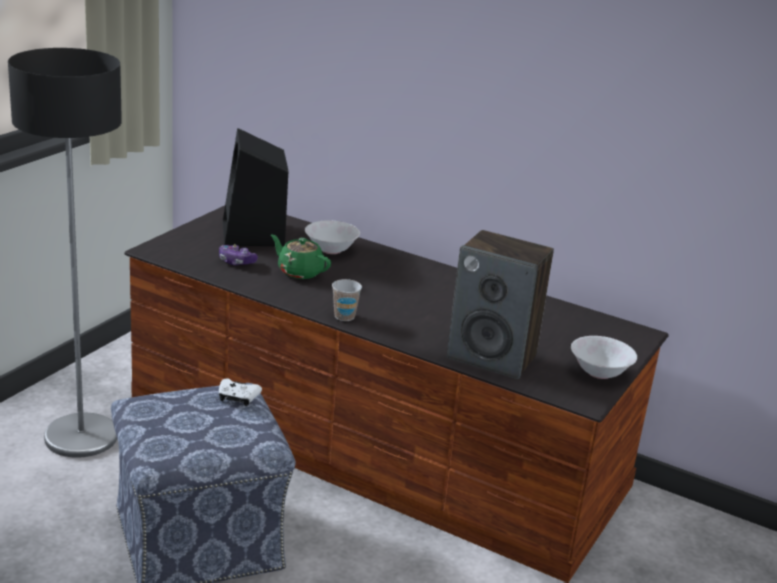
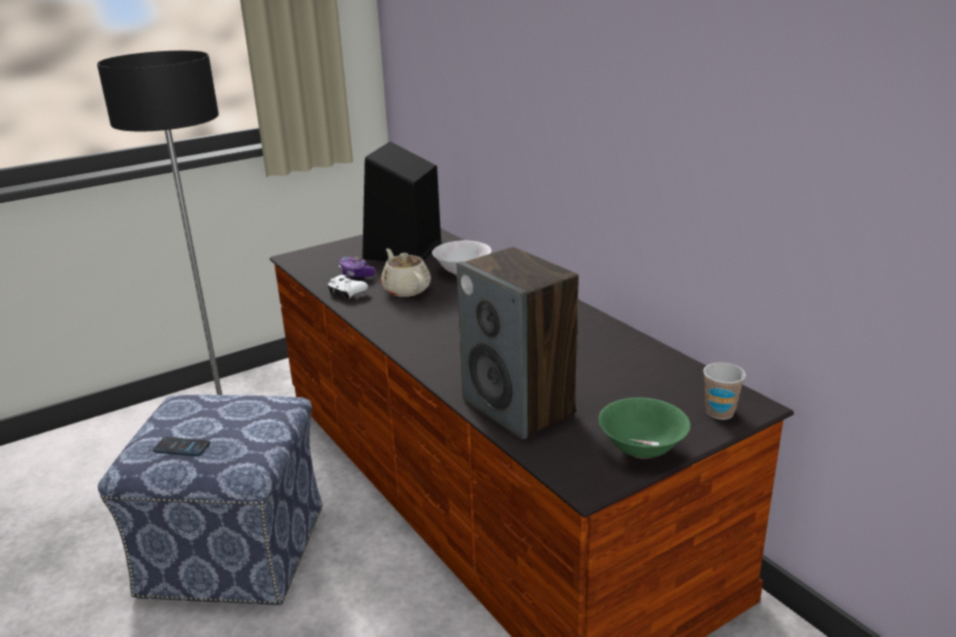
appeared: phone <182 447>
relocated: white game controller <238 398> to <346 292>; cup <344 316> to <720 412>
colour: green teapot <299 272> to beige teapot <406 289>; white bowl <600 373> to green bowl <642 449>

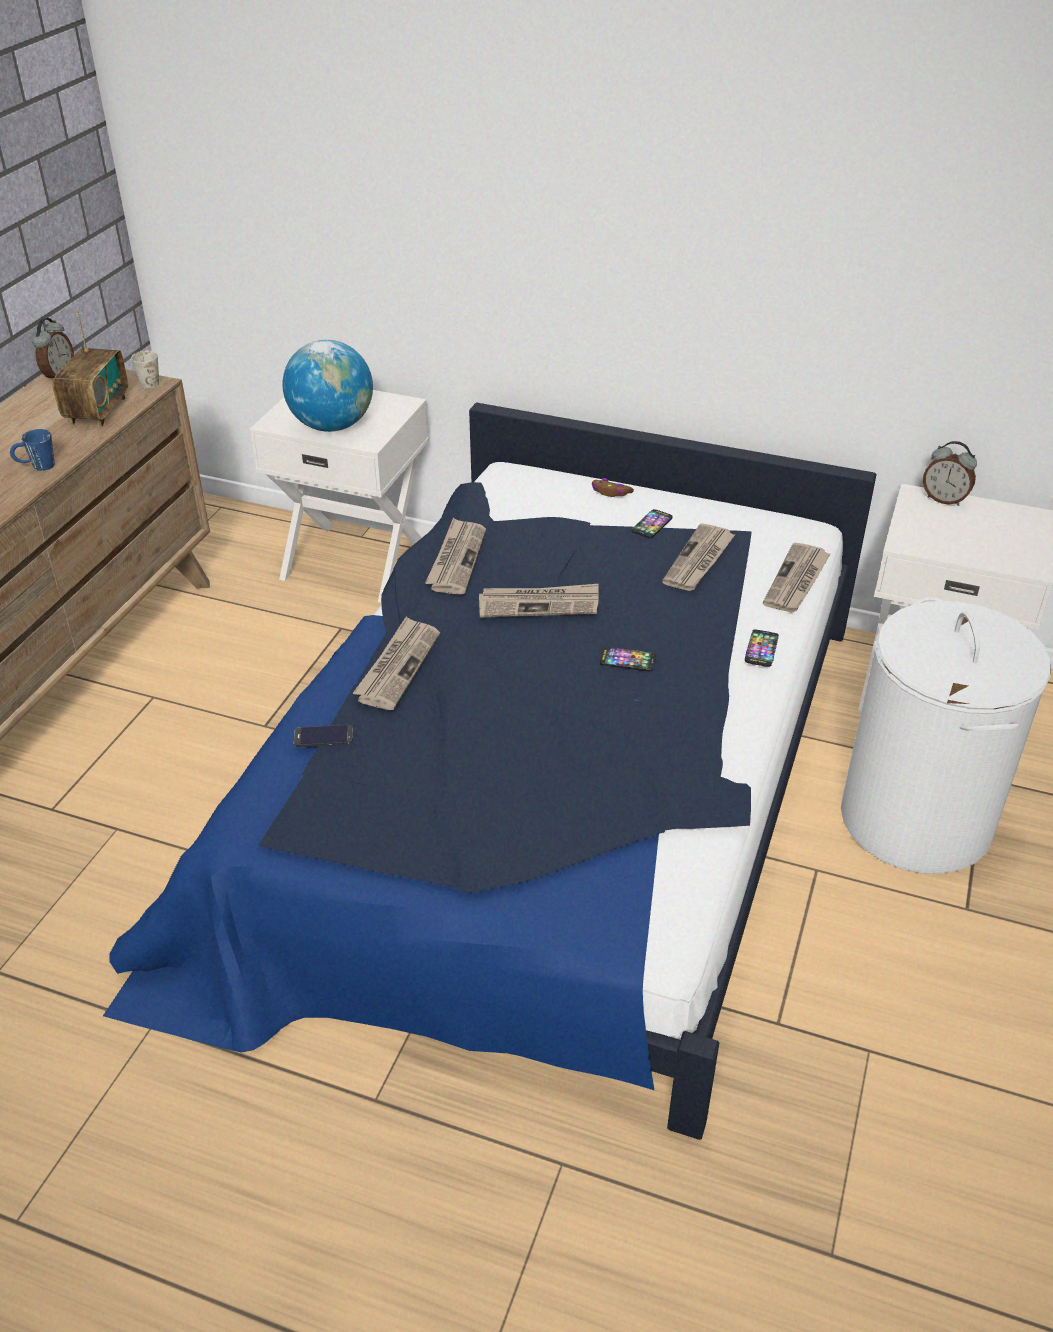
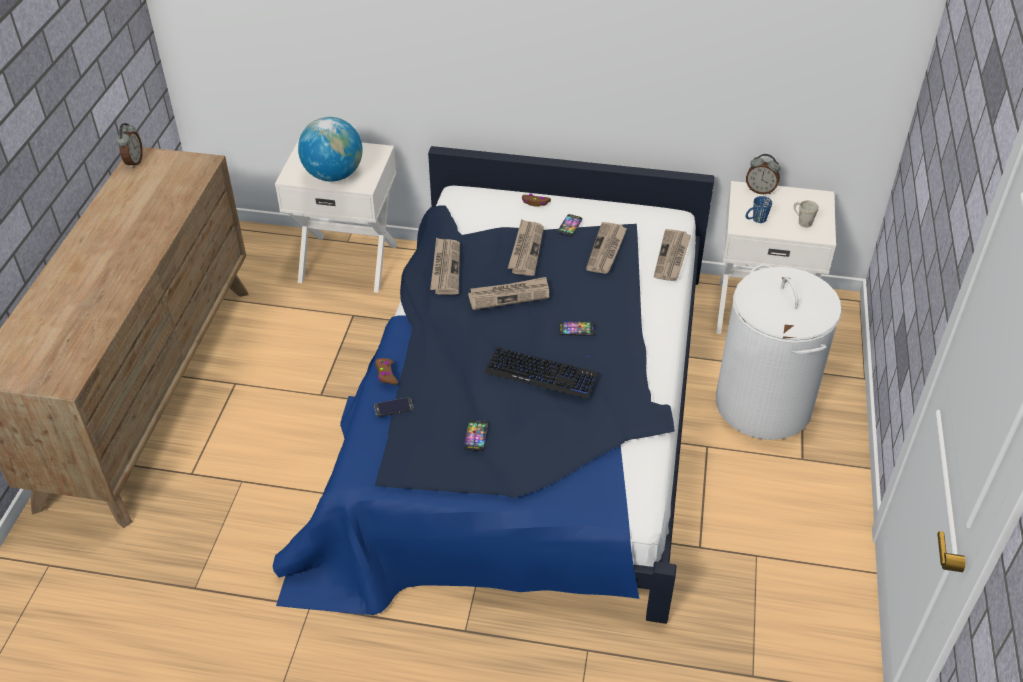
missing: radio <97 411>
appeared: brown game controller <386 374>; keyboard <541 374>
relocated: phone <761 649> to <476 436>; newspaper <397 666> to <526 249>; blue mug <36 466> to <755 220>; white mug <148 381> to <801 221>

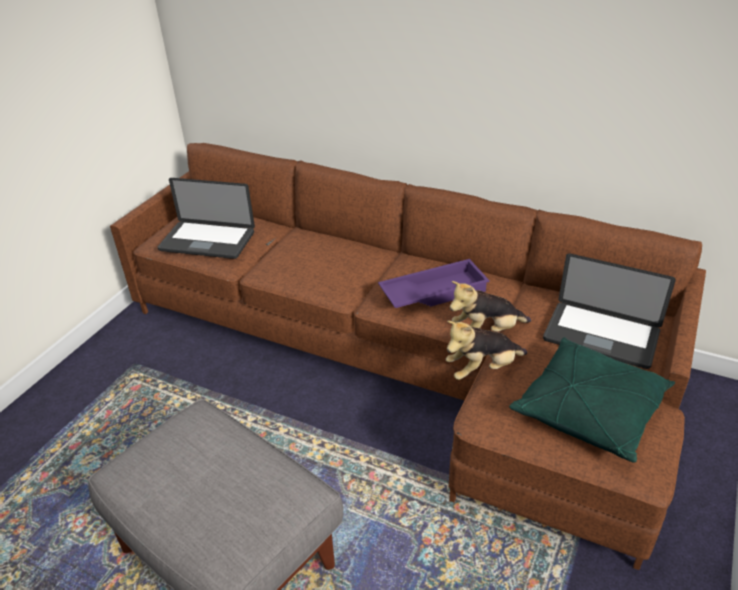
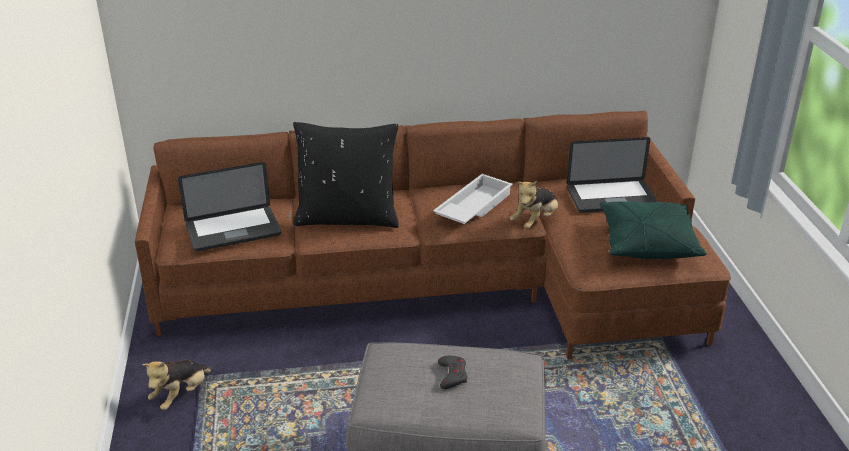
appeared: black pillow <348 217>; grey game controller <452 375>
relocated: plush toy <482 369> to <181 395>
colour: purple tray <433 291> to white tray <472 206>

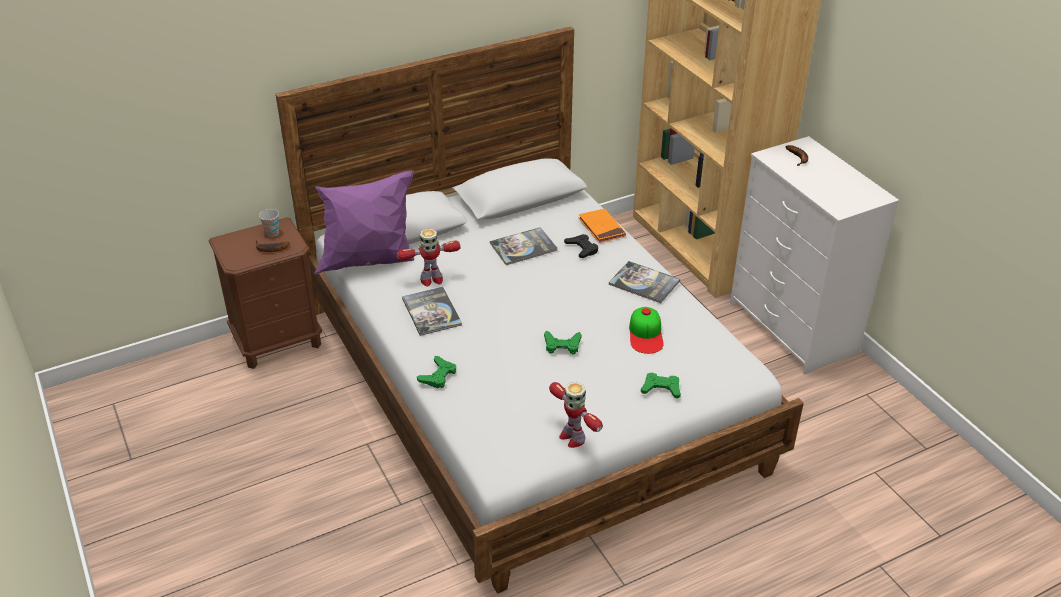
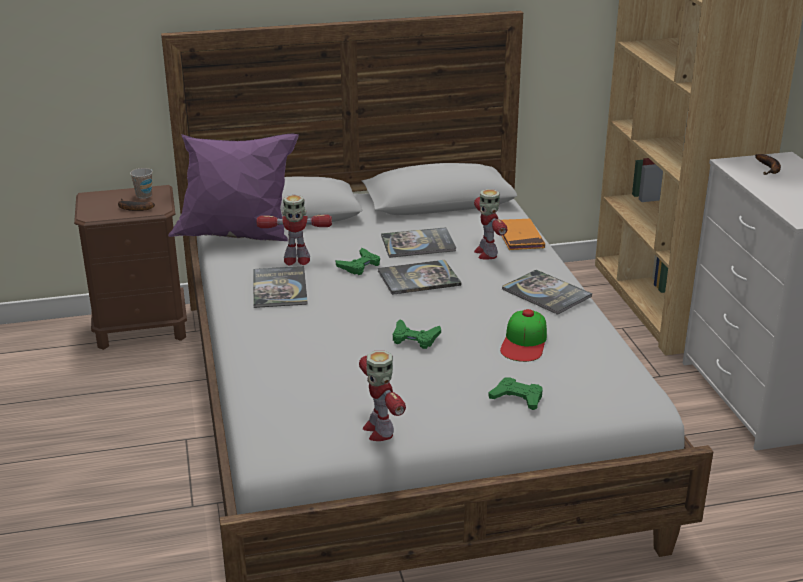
appeared: book <418 278>
relocated: green game controller <438 376> to <359 266>
exchanged: black game controller <582 249> to toy robot <486 253>

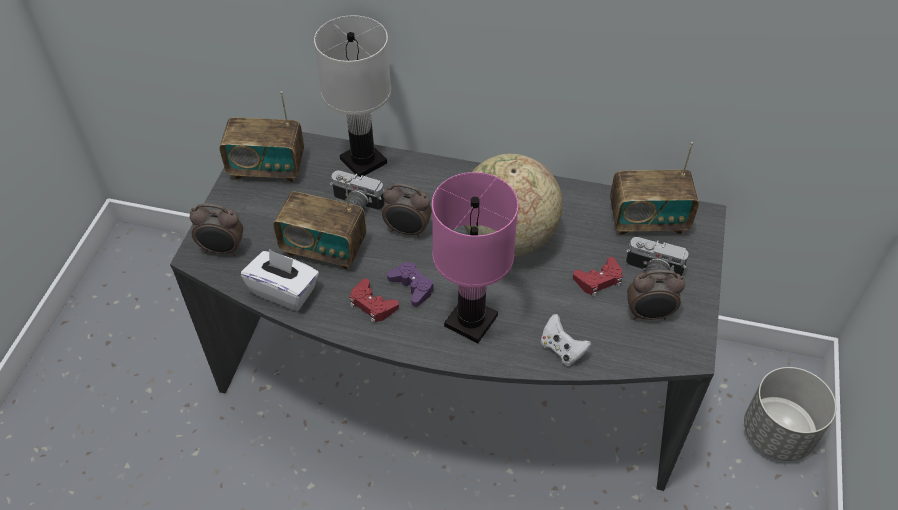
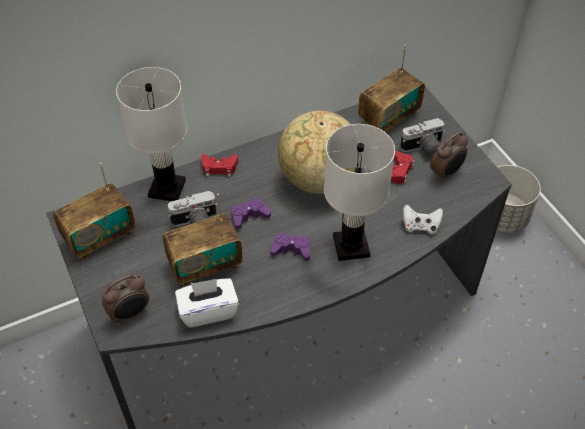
relocated: red game controller <372 305> to <219 168>
exchanged: alarm clock <407 231> to purple game controller <249 216>
colour: pink table lamp <470 320> to white table lamp <350 246>

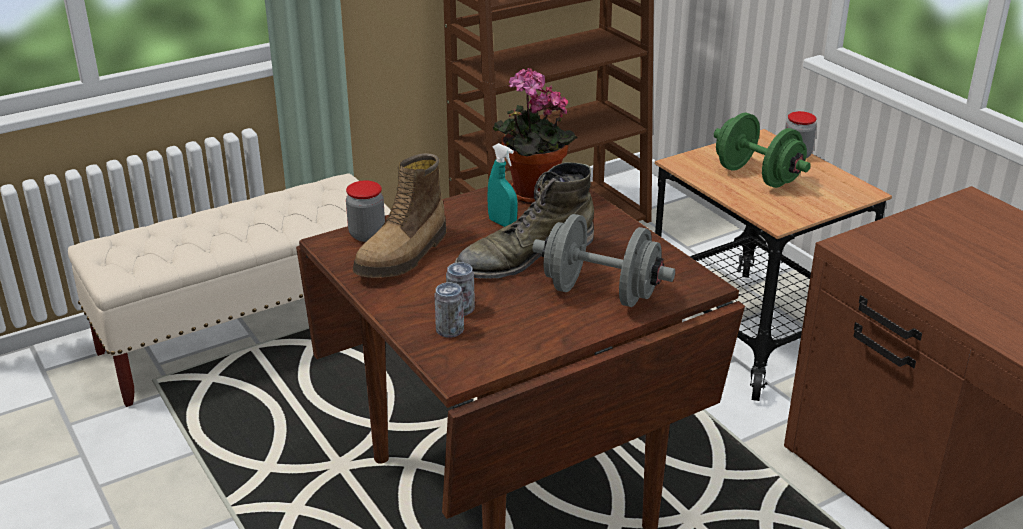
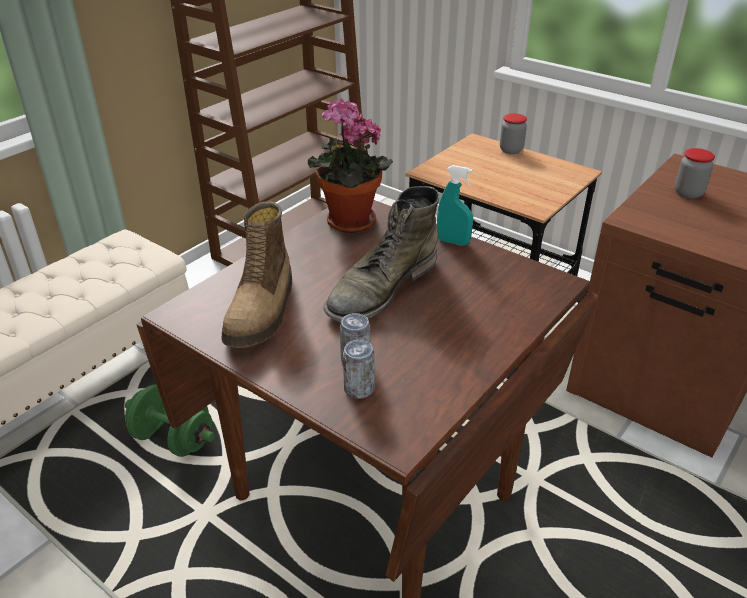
missing: grey dumbbell <601 293>
relocated: green dumbbell <757 176> to <173 439>; turquoise spray bottle <502 223> to <453 242>; jar <367 235> to <688 193>

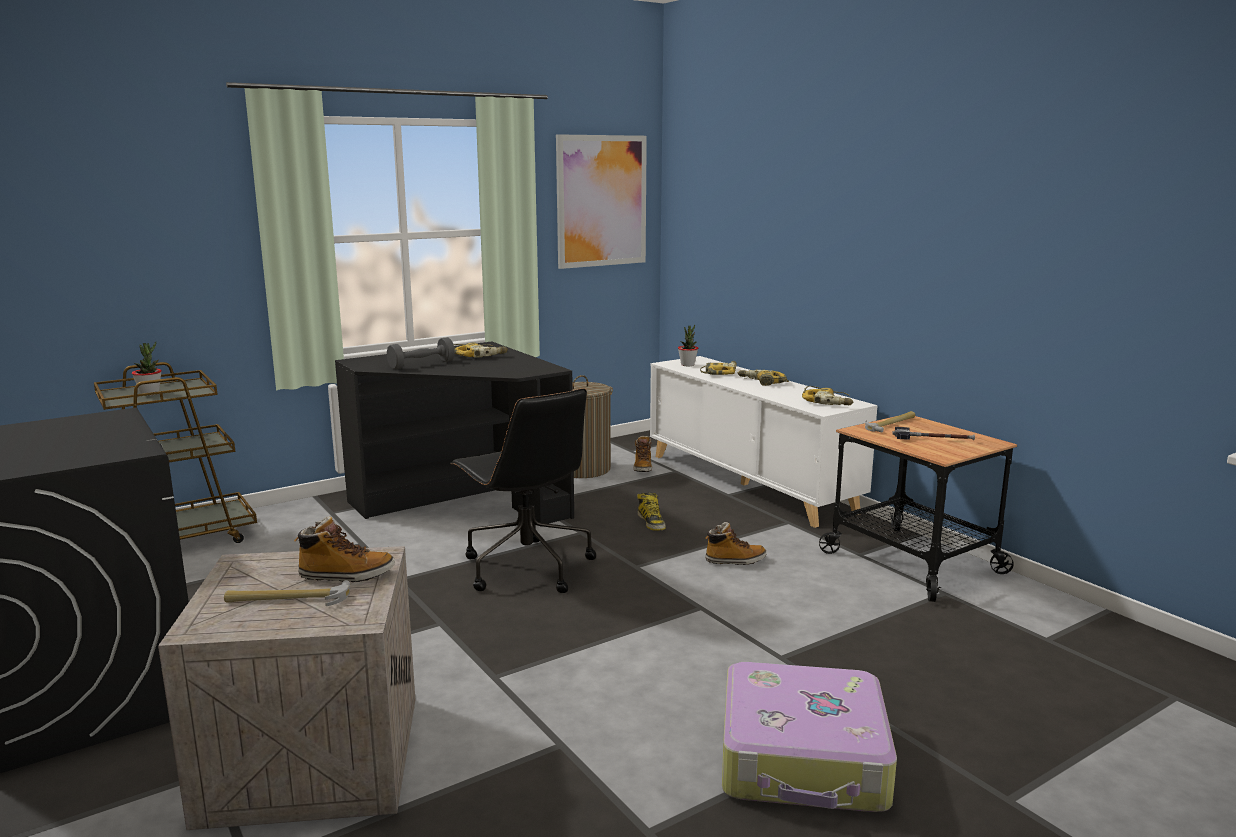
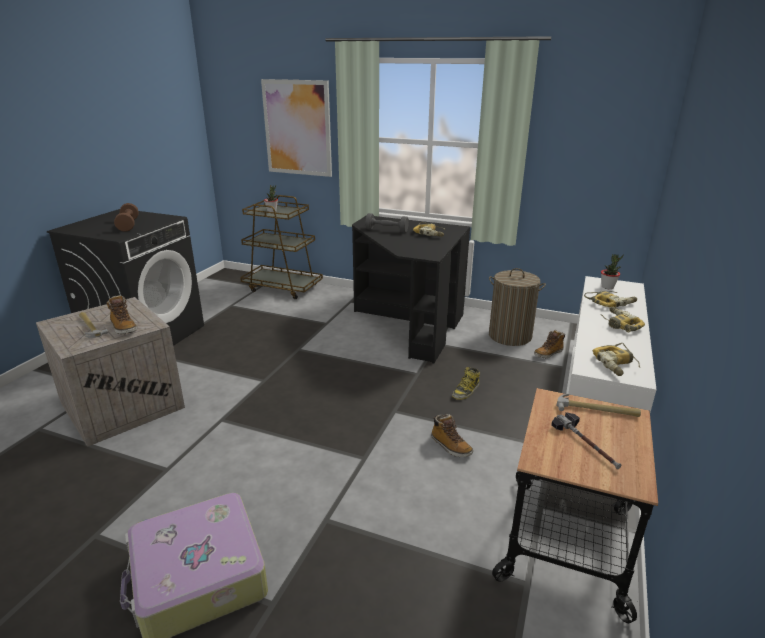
missing: black office chair <526 567>
appeared: brown dumbbell <128 225>
relocated: picture <601 201> to <297 128>

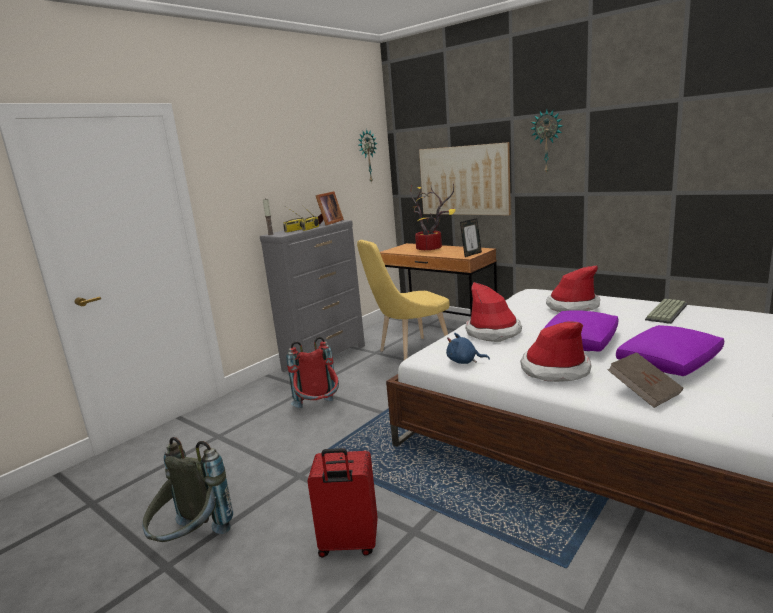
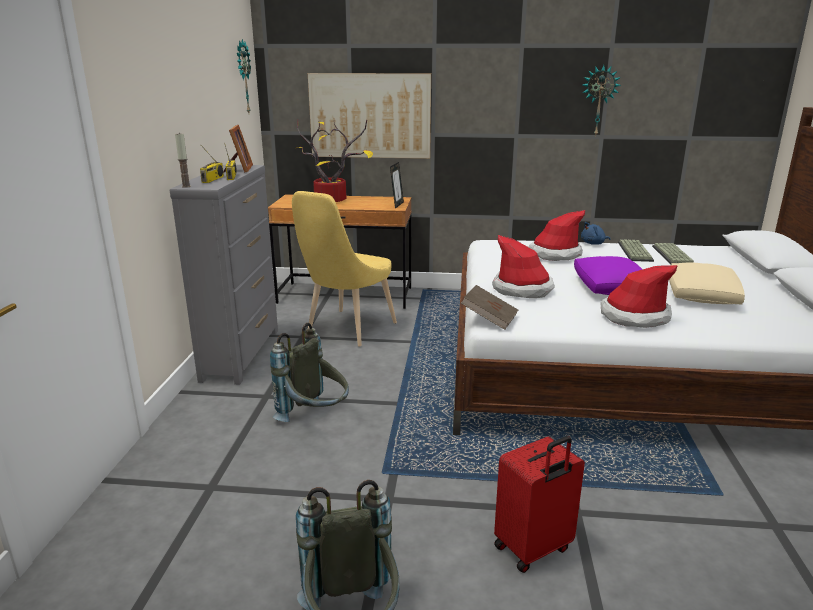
appeared: keyboard <674 256>
relocated: brown book <644 392> to <489 319>; blue plush toy <464 361> to <594 243>; wall clock <547 141> to <599 101>
colour: red backpack <319 410> to grey backpack <315 418>; purple pillow <668 363> to beige pillow <702 296>

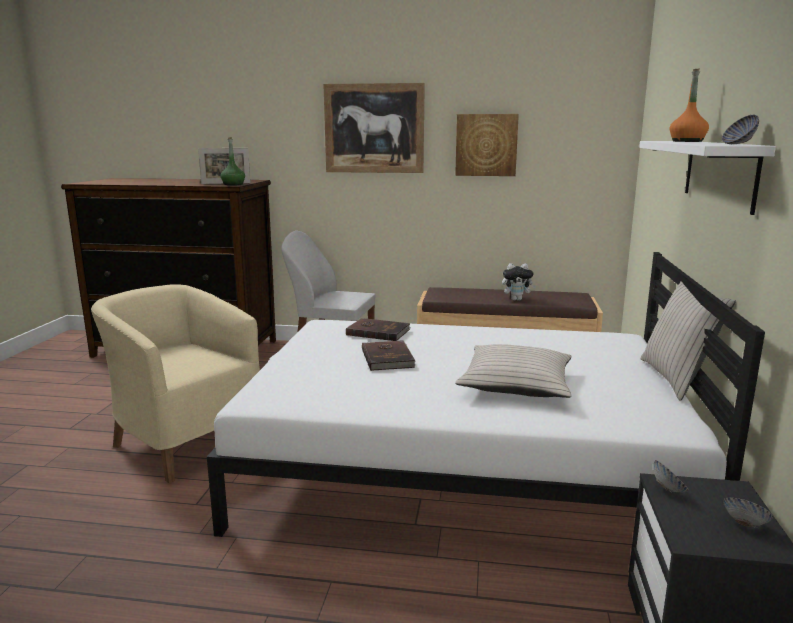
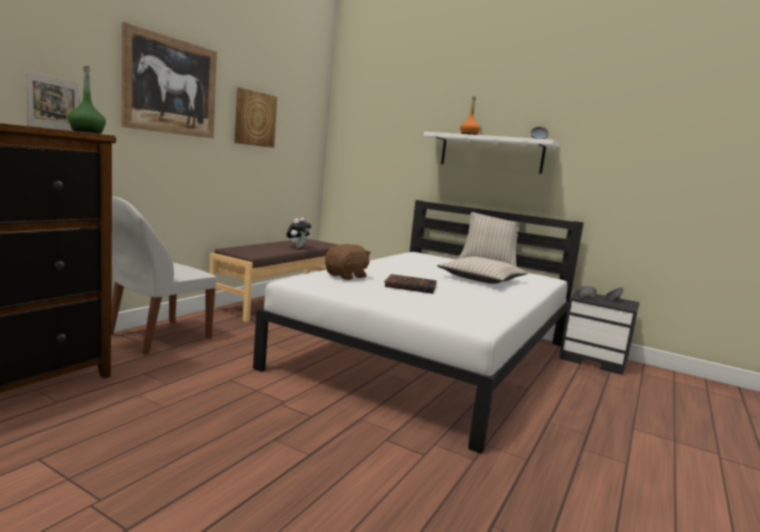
missing: beige armchair <184 441>
exchanged: brown book <378 332> to brown plush toy <346 276>

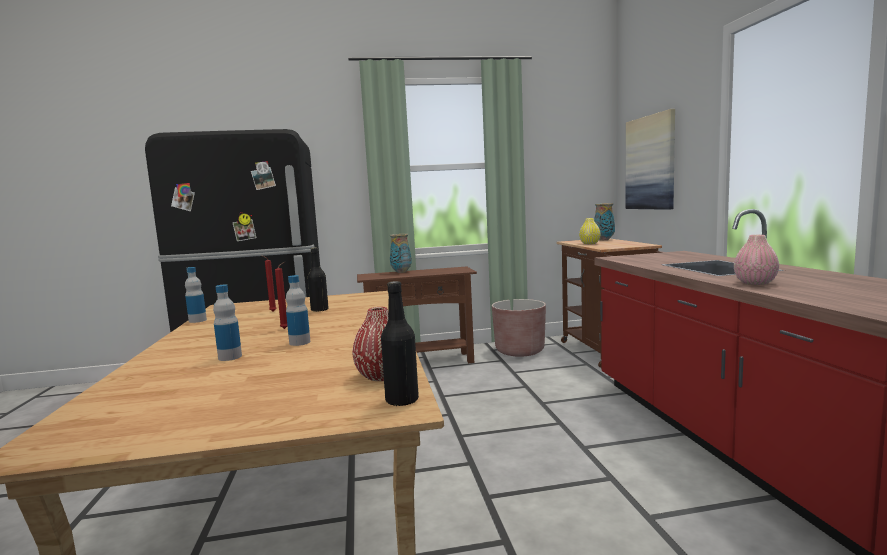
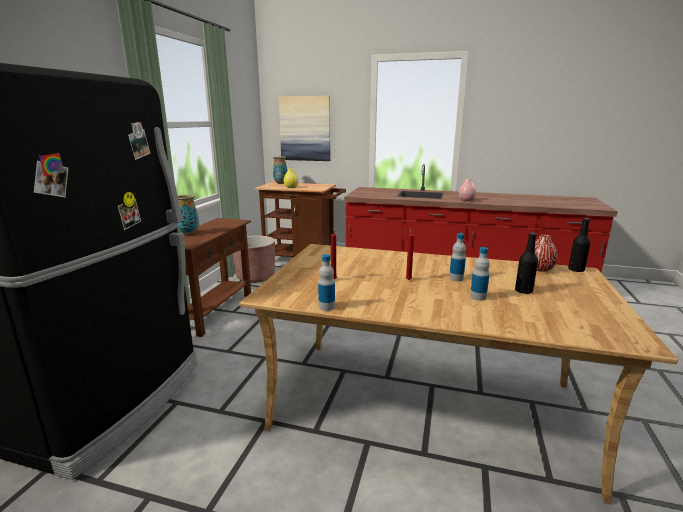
relocated: black bottle <319 310> to <523 291>

